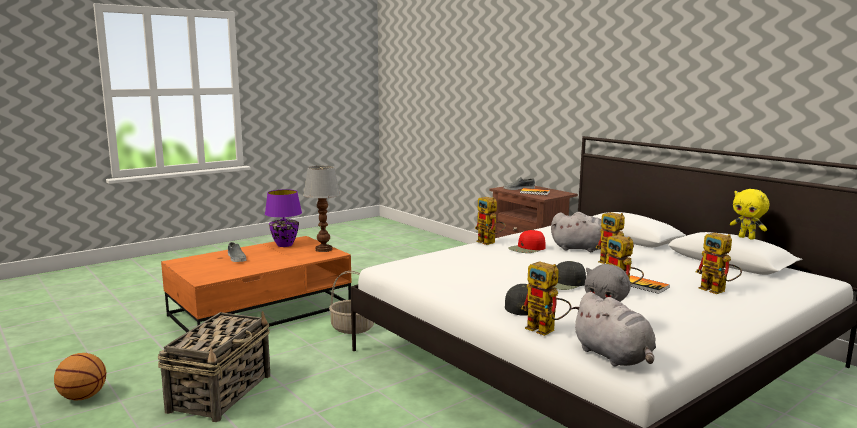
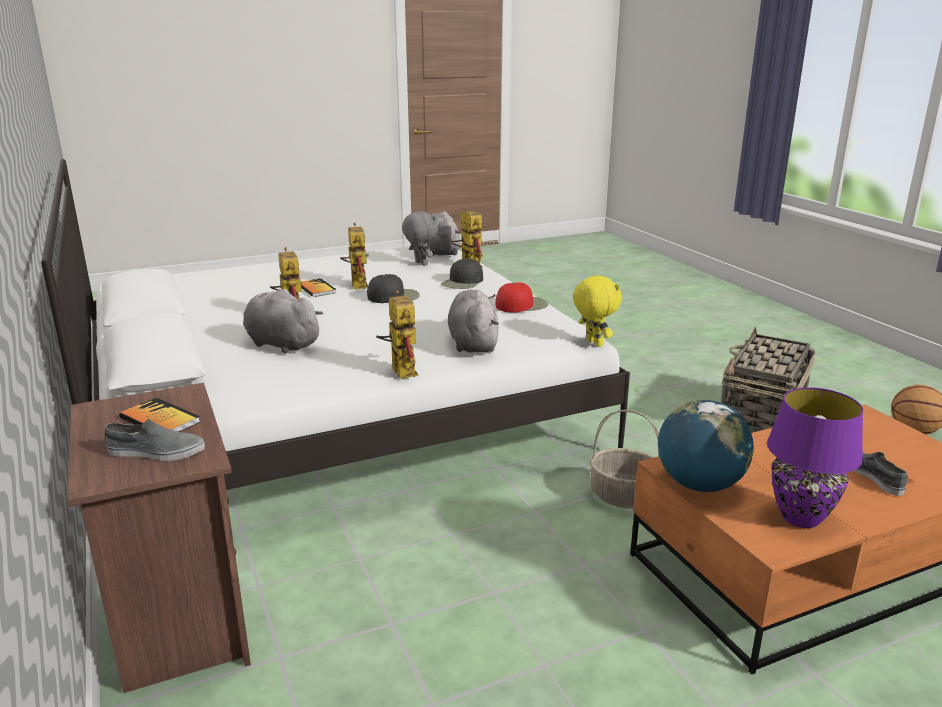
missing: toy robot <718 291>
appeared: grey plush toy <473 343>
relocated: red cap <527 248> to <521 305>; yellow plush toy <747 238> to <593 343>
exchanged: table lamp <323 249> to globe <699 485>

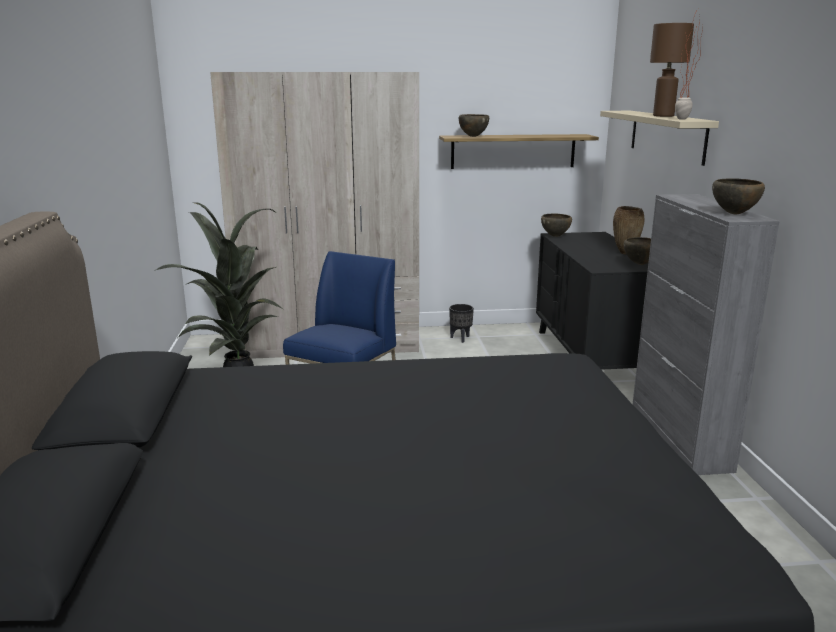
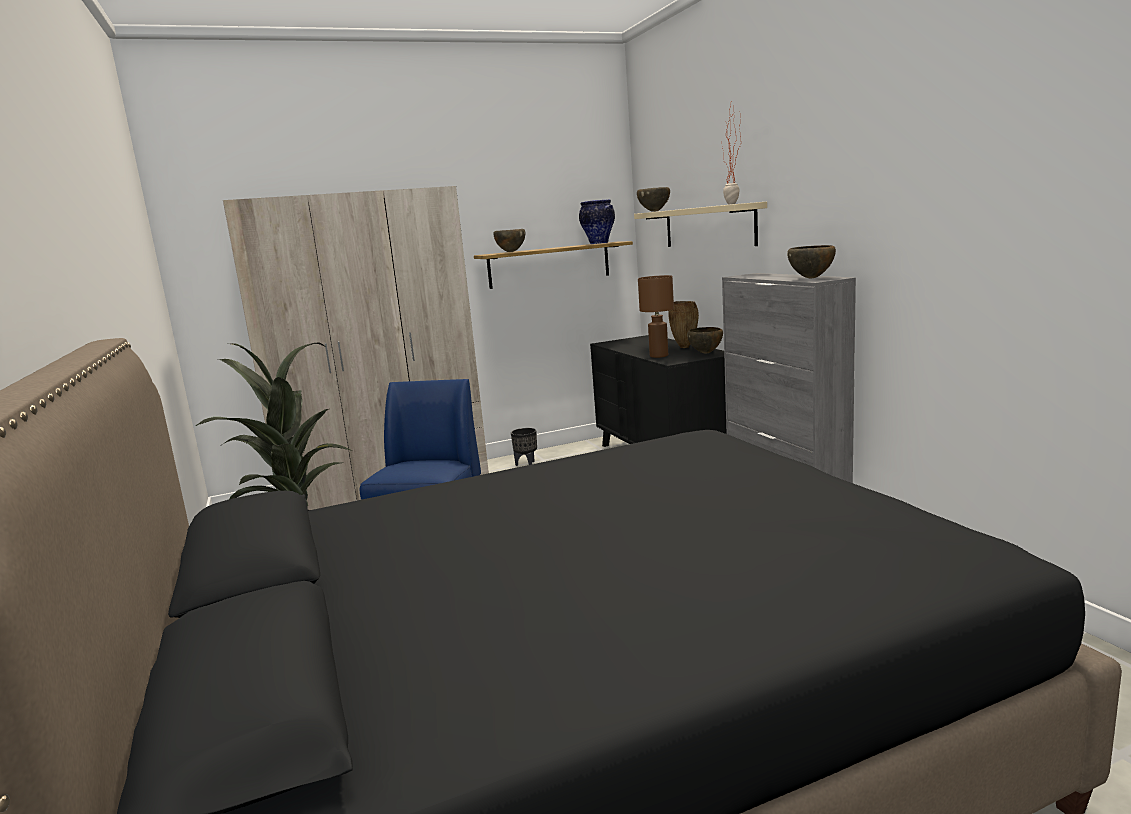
appeared: vase <598 243>
relocated: brown bowl <555 236> to <654 211>; brown table lamp <663 116> to <659 356>

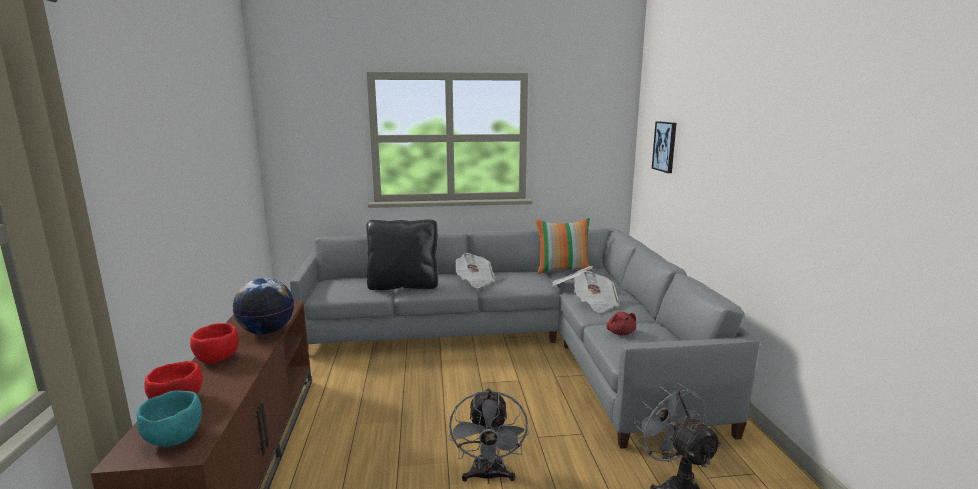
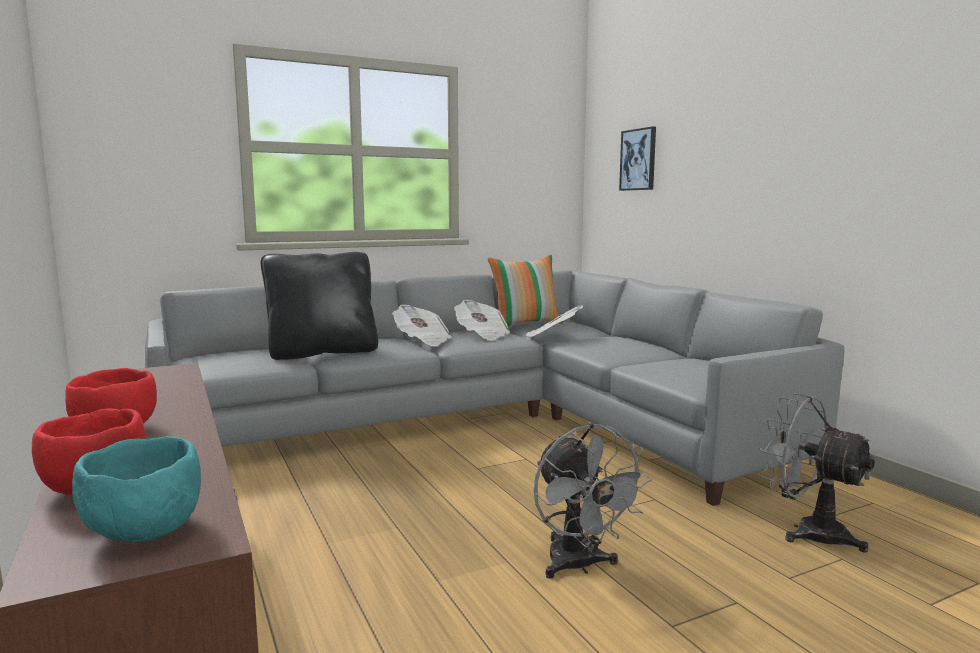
missing: globe <267 331>; red plush toy <620 332>
relocated: newspaper <595 303> to <481 335>

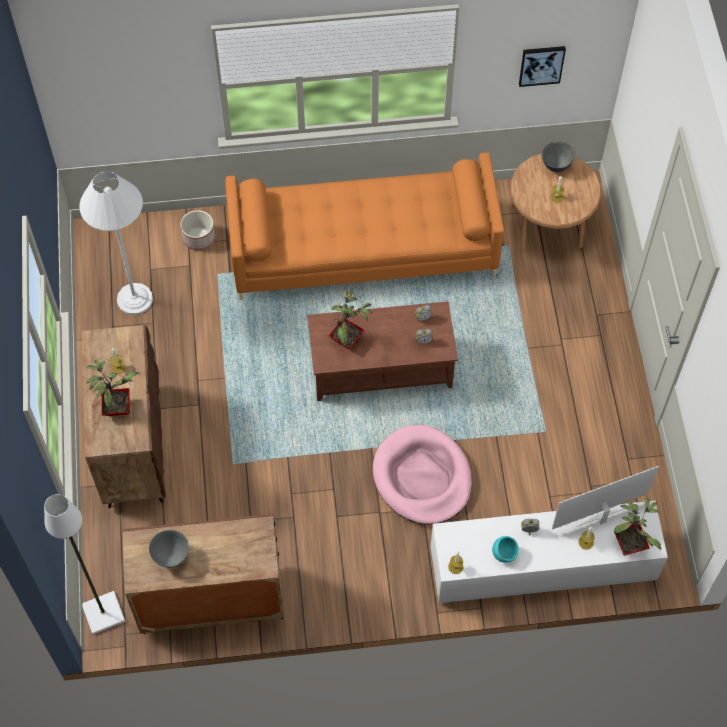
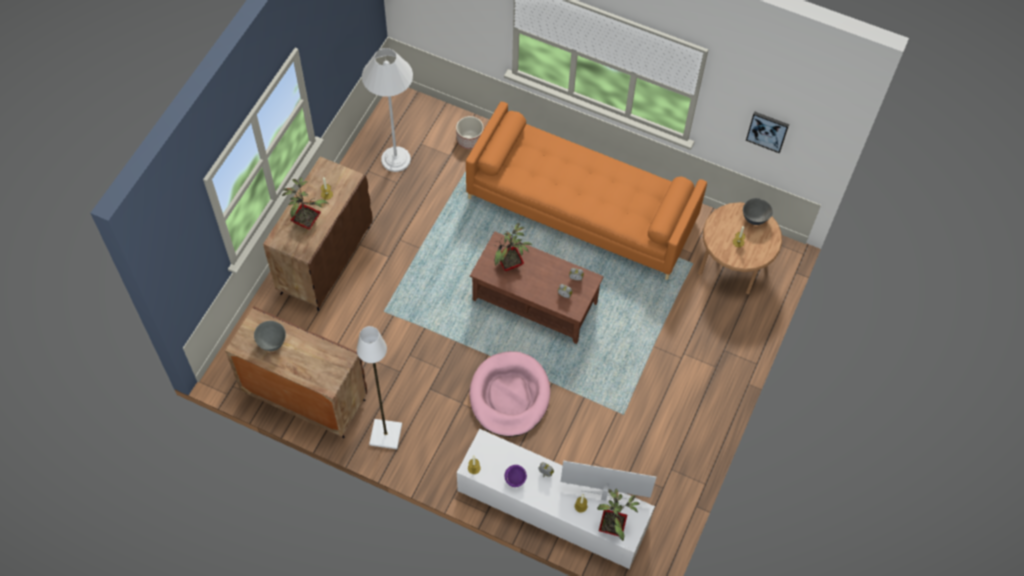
relocated: white floor lamp <103 614> to <385 435>
colour: turquoise bowl <504 554> to purple bowl <515 479>

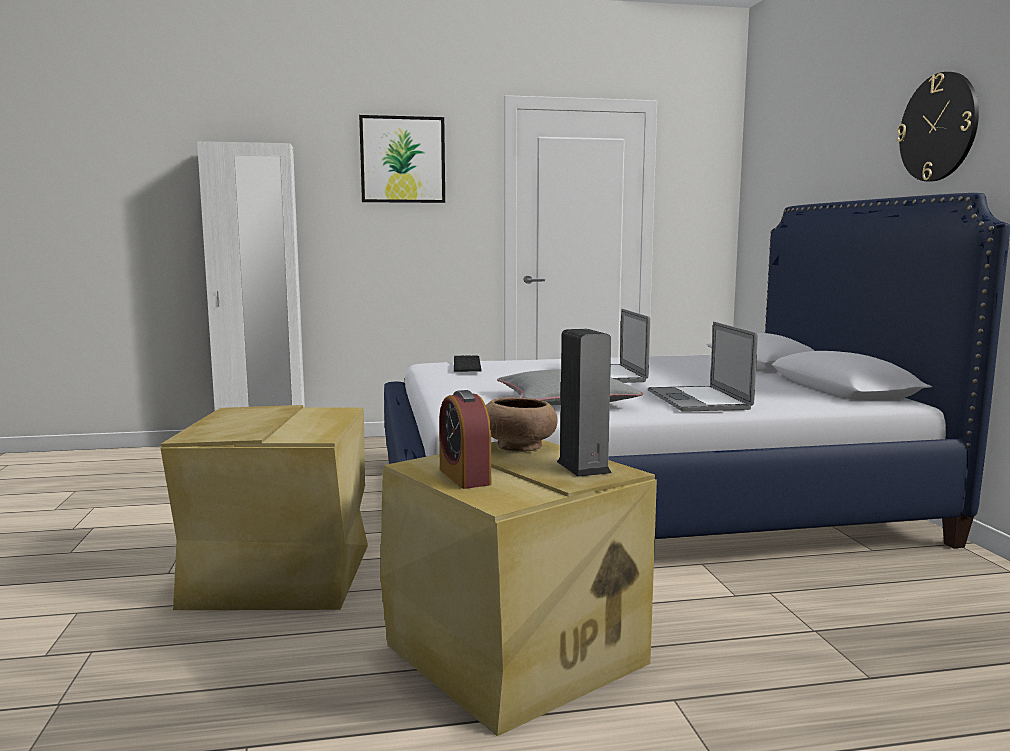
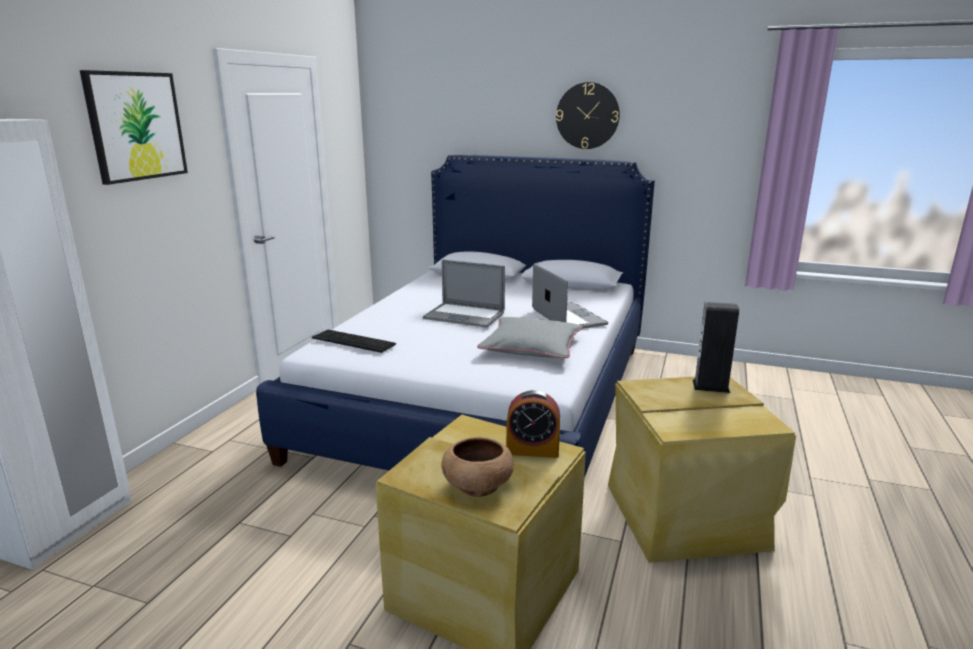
relocated: brown bowl <519 446> to <477 485>; alarm clock <464 477> to <532 450>
spun: laptop <698 399> = <568 317> 135 degrees counterclockwise

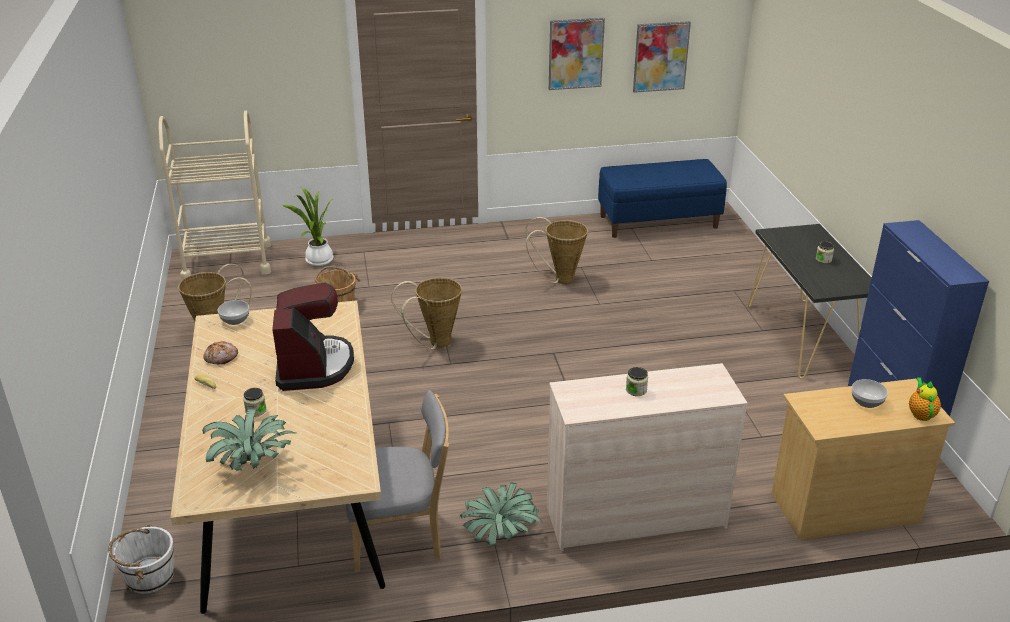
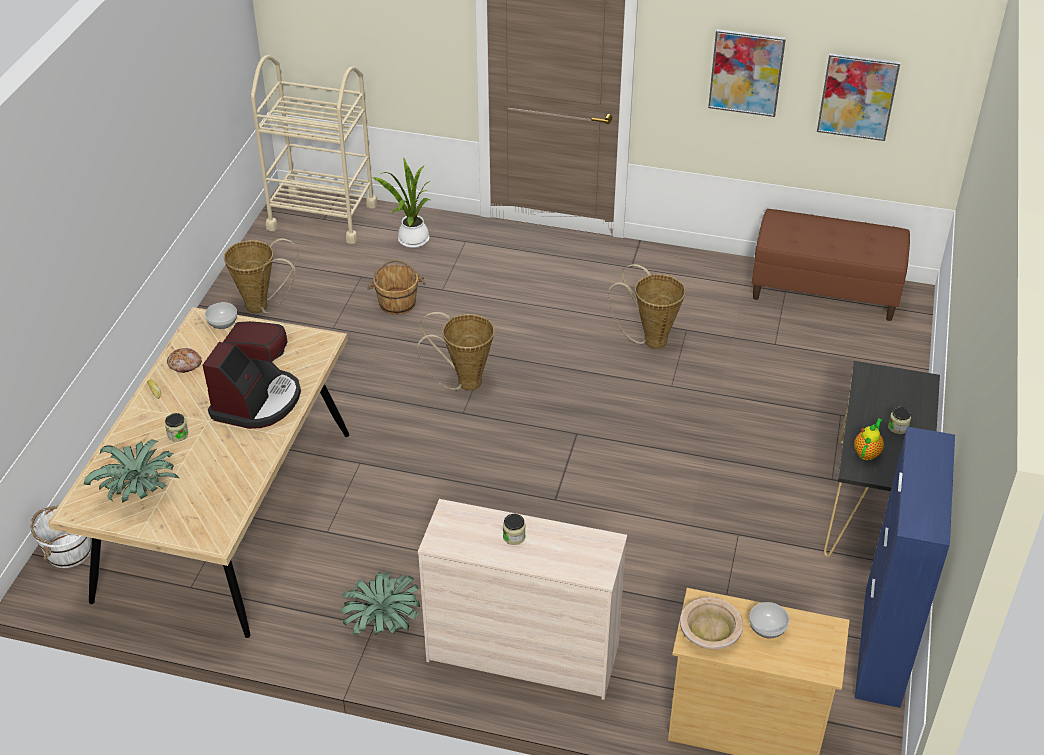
missing: grey chair <400 537>
appeared: beige bowl <710 631>
relocated: teapot <921 413> to <867 452>
colour: blue bench <658 221> to brown bench <825 291>

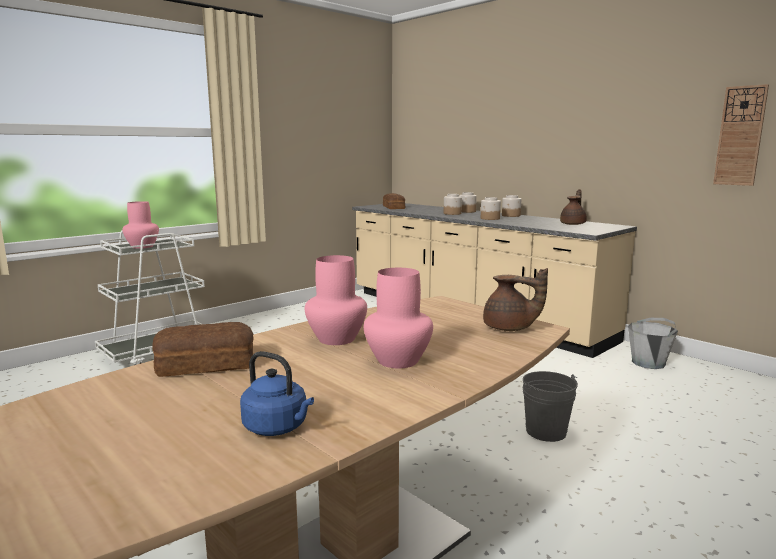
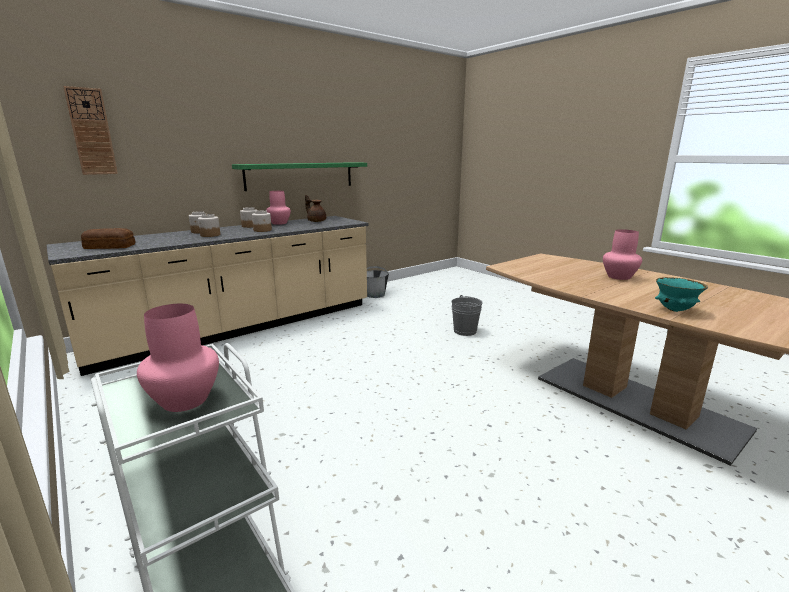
missing: blue kettle <278 427>; brown teapot <509 328>
appeared: green shelf <300 175>
relocated: wall clock <740 136> to <91 132>; pink vase <336 339> to <279 223>
exchanged: bread <205 364> to turquoise bowl <674 310>

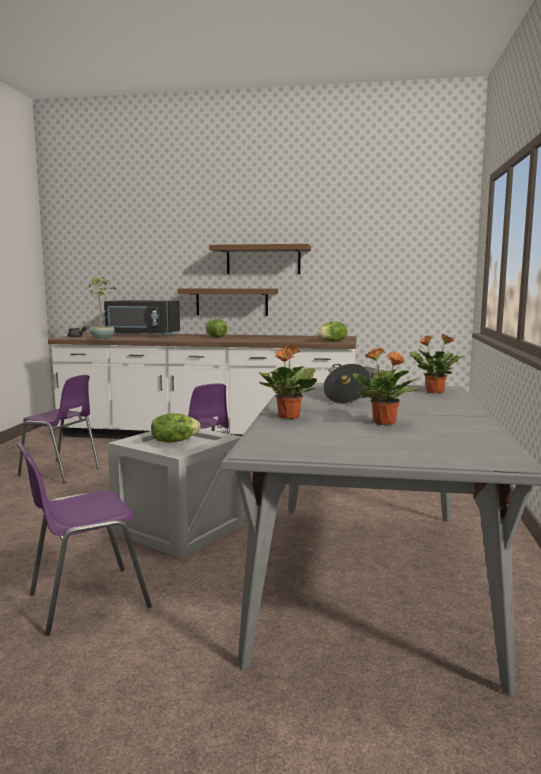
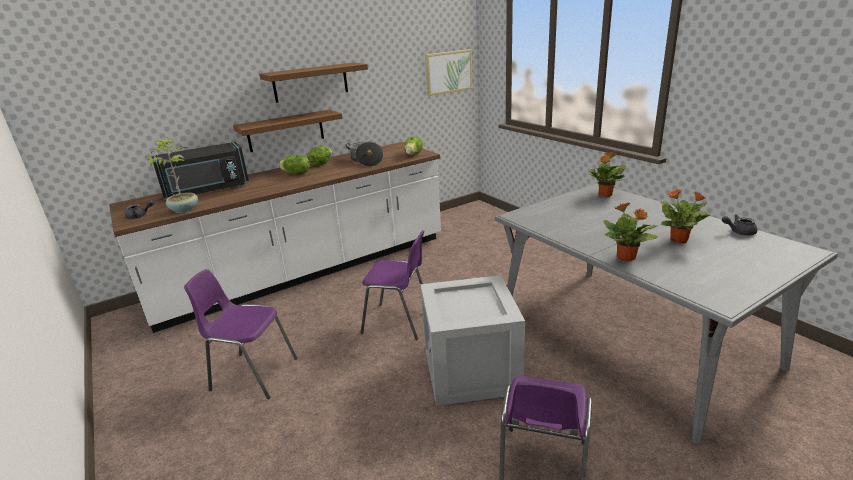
appeared: picture <448 72>; grey teapot <738 232>
relocated: lettuce <174 441> to <321 164>; cooking pot <349 397> to <366 161>
spun: purple chair <61 472> = <252 374> 150 degrees counterclockwise

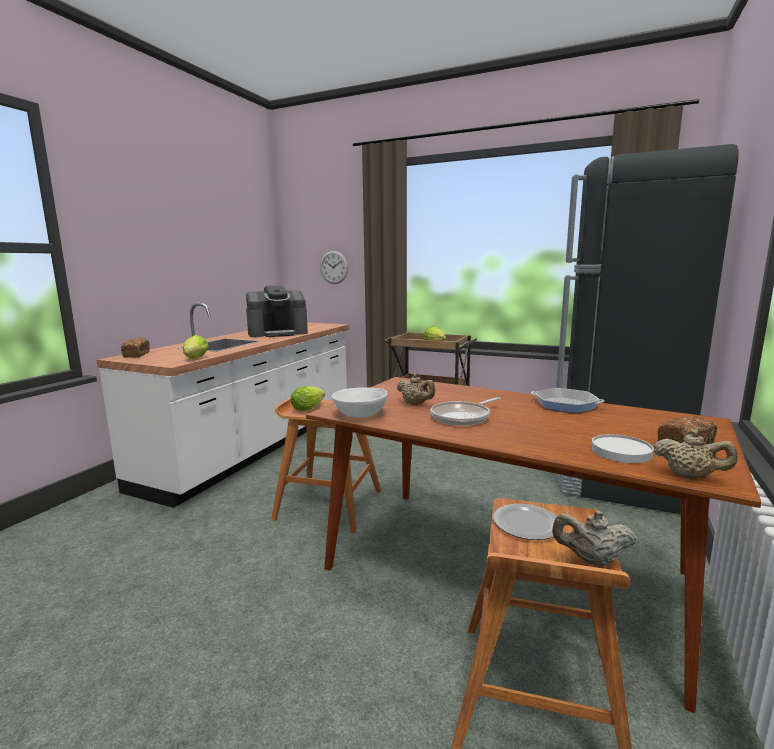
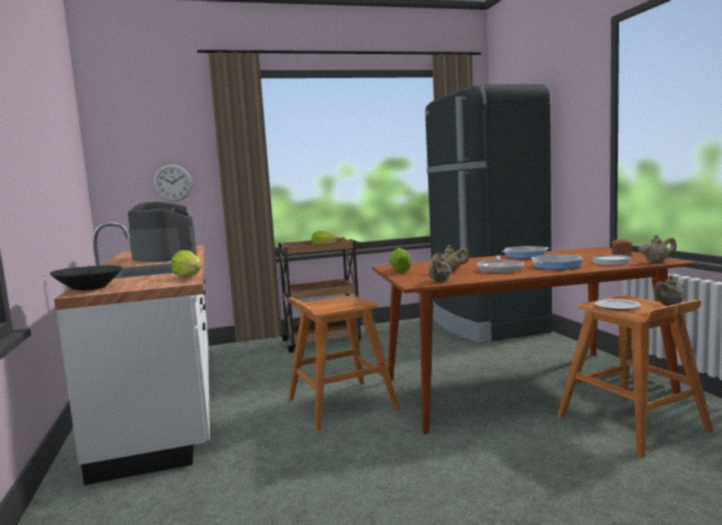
appeared: frying pan <556 266>
relocated: lettuce <309 408> to <400 270>
exchanged: bread <137 355> to black bowl <89 288>; white bowl <360 414> to beige teapot <439 281>
spun: coffee machine <278 333> = <164 257> 75 degrees counterclockwise

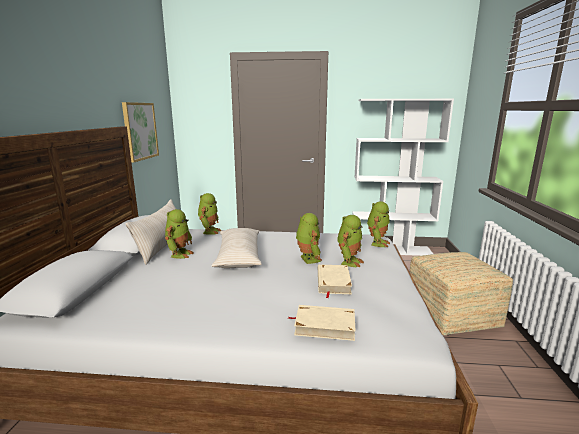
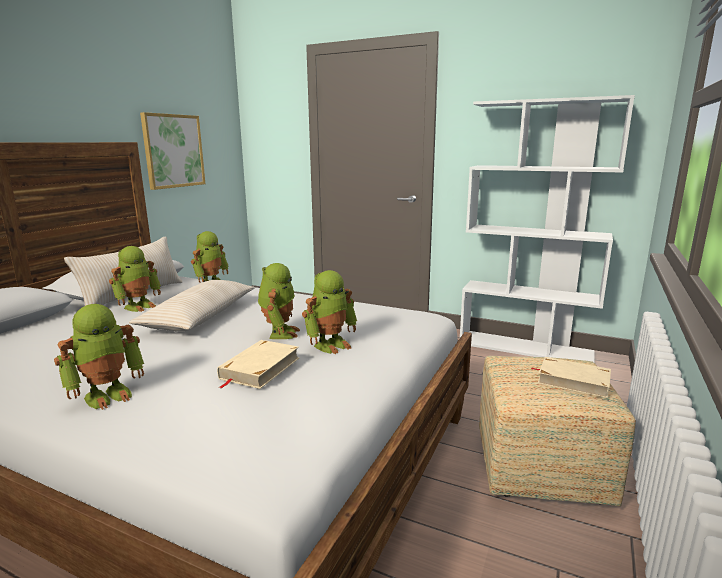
relocated: toy robot <377 243> to <108 395>; beige book <324 325> to <573 380>

